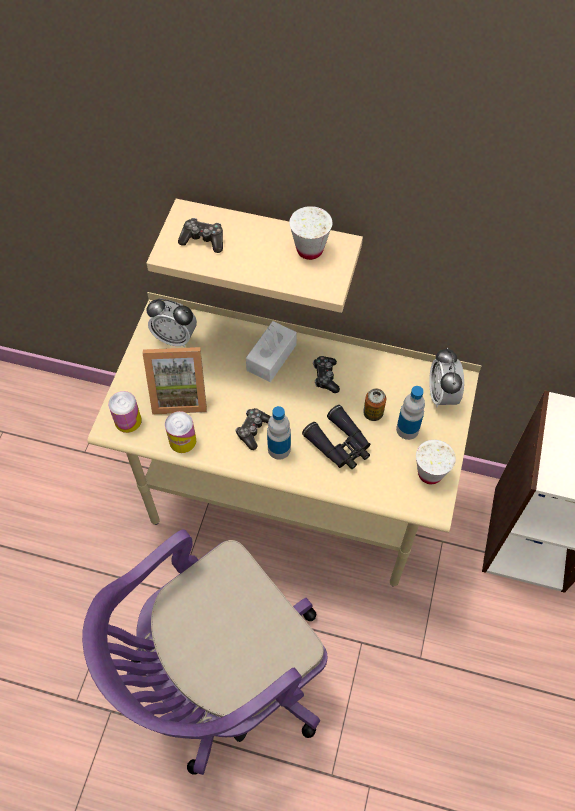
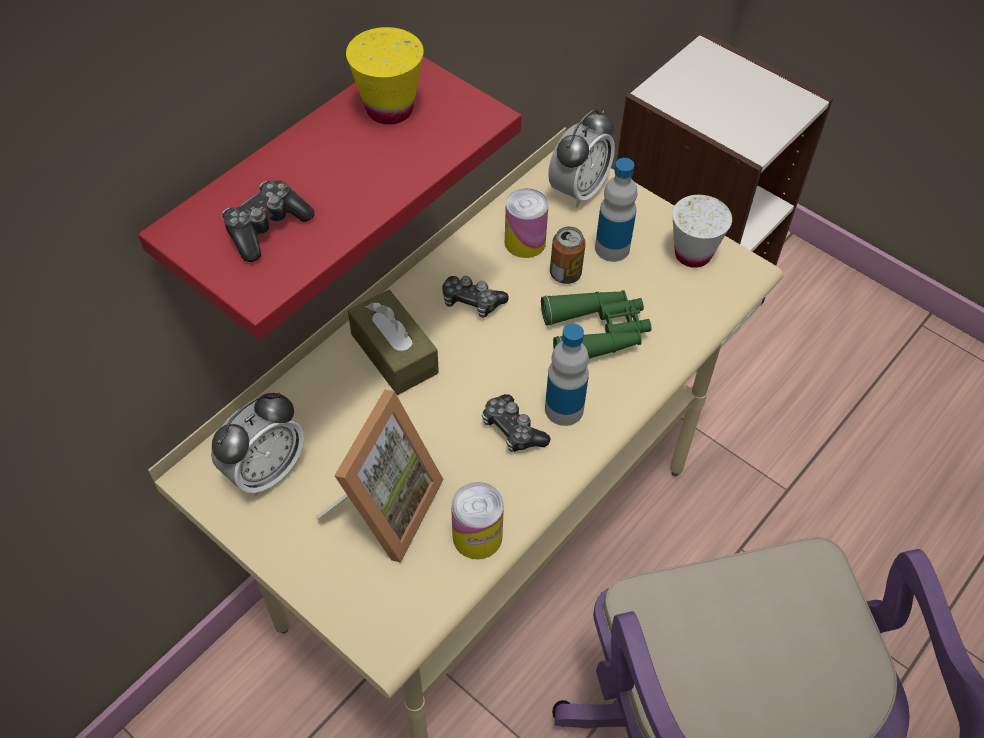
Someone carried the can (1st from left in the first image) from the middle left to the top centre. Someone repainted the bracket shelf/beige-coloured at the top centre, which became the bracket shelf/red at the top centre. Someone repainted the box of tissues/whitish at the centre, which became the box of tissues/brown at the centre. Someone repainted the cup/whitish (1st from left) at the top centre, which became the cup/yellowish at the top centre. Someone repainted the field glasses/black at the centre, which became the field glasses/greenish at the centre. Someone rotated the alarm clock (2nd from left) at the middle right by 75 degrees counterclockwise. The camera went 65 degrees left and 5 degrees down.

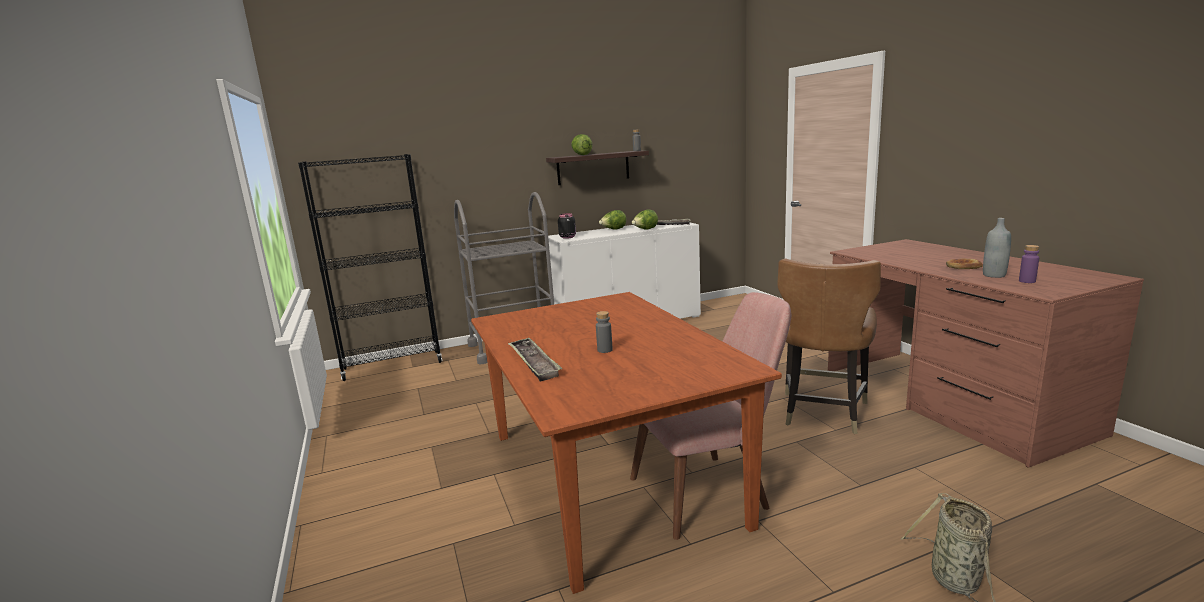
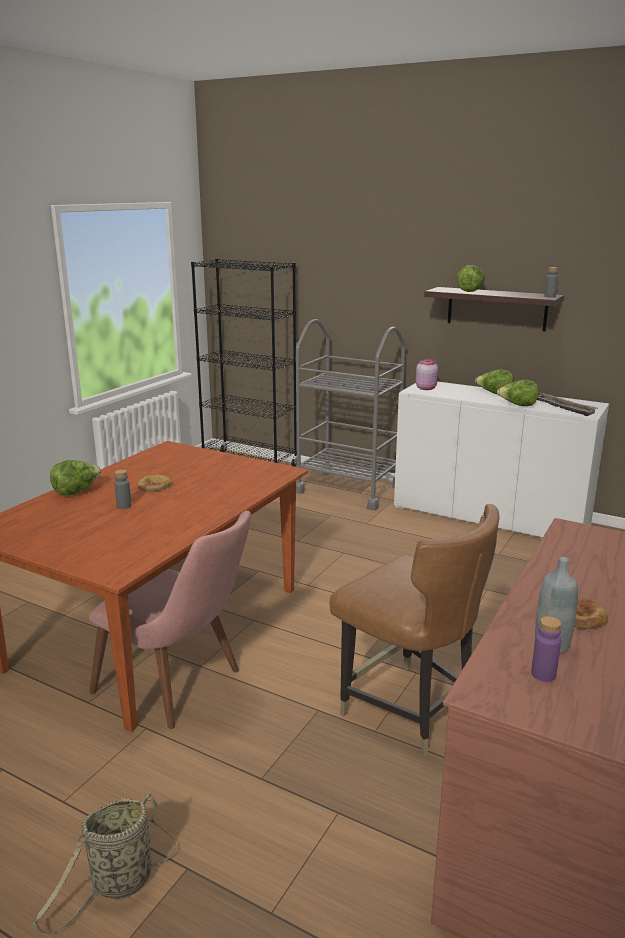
Someone swapped the serving tray (1st from left) at the centre for the lettuce head (1st from left) at the middle left. Someone repainted the jar/black at the centre, which became the jar/pink at the middle right. Someone rotated the upright chair/brown at the middle right by 120 degrees counterclockwise. Someone put down the bread (1st from left) at the middle left. The camera went 50 degrees right and 5 degrees up.

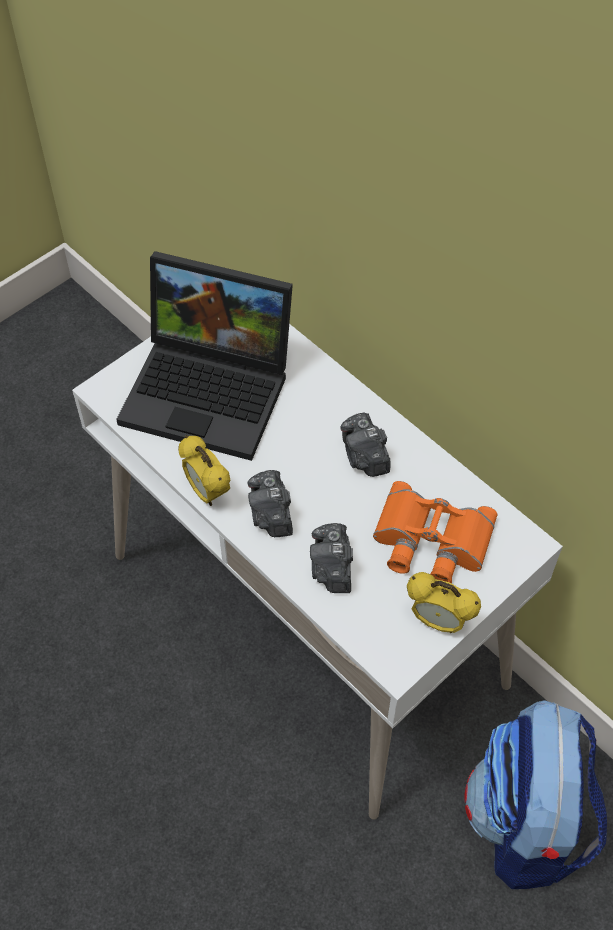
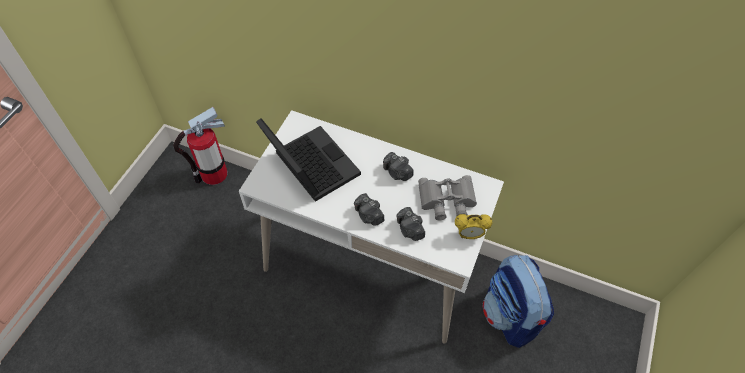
Someone rotated the notebook computer at the middle left by 120 degrees counterclockwise. Someone took away the alarm clock (1st from left) at the middle left. Someone repainted the field glasses/orangey at the middle right, which became the field glasses/gray at the centre. Someone put down the extinguisher at the middle left. The camera went 25 degrees left and 0 degrees up.

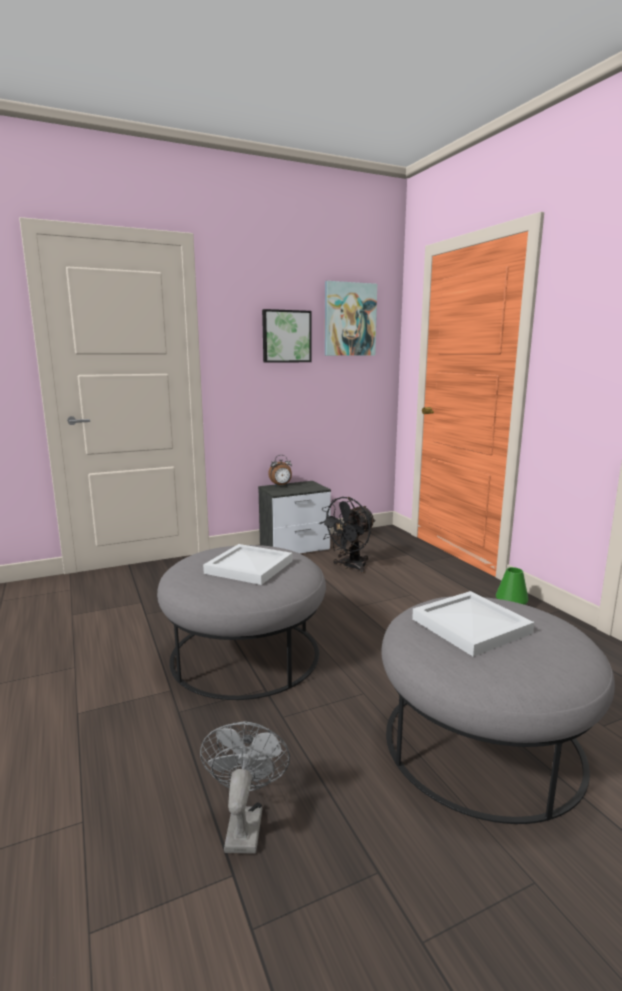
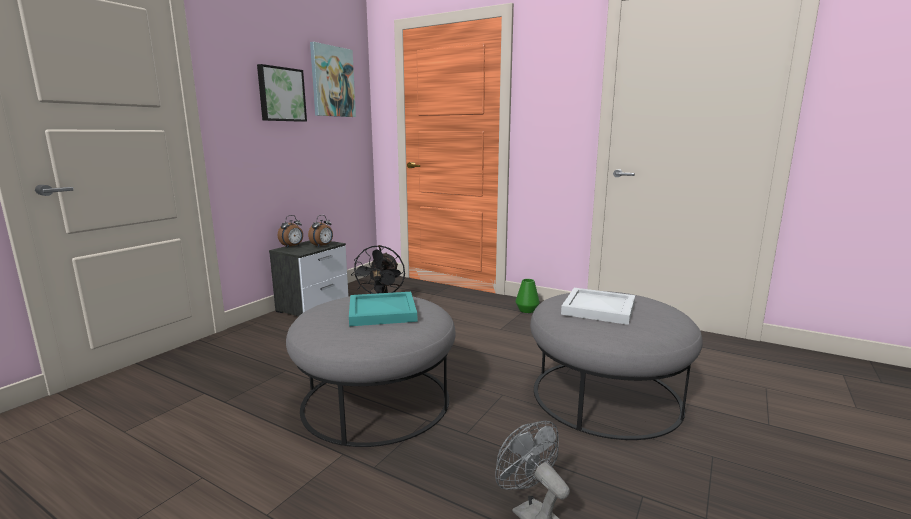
Someone repainted the serving tray/whitish (1st from left) at the centre, which became the serving tray/turquoise at the centre. Someone put down the alarm clock (2nd from left) at the centre. The camera went 35 degrees left and 0 degrees up.

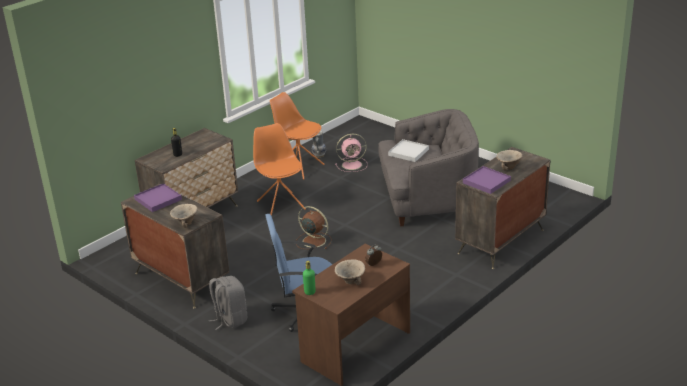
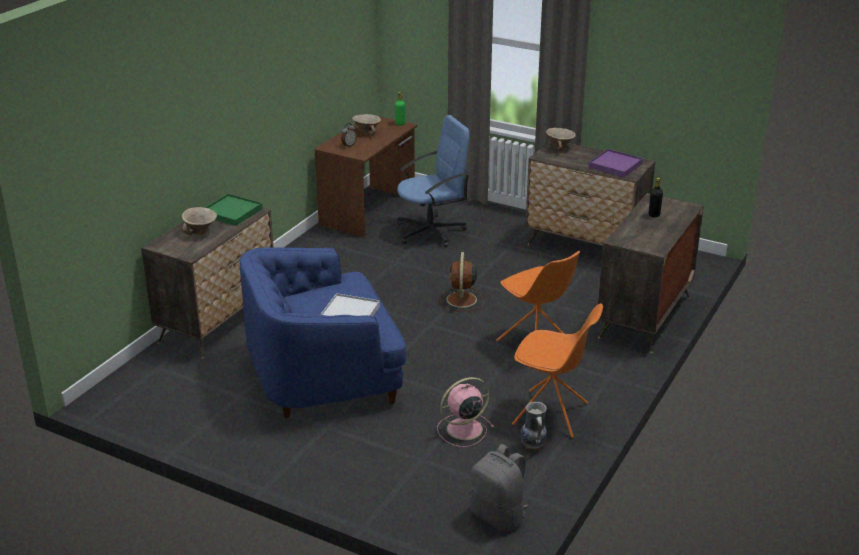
Someone carried the knapsack/gray from the bottom left to the bottom centre. Someone rotated the fan/brown at the centre by 75 degrees clockwise. Someone repainted the armchair/gray at the centre, which became the armchair/bluish at the centre. Someone repainted the serving tray/purple-coloured (2nd from left) at the middle right, which became the serving tray/greenish at the middle left. The camera went 165 degrees right and 0 degrees up.

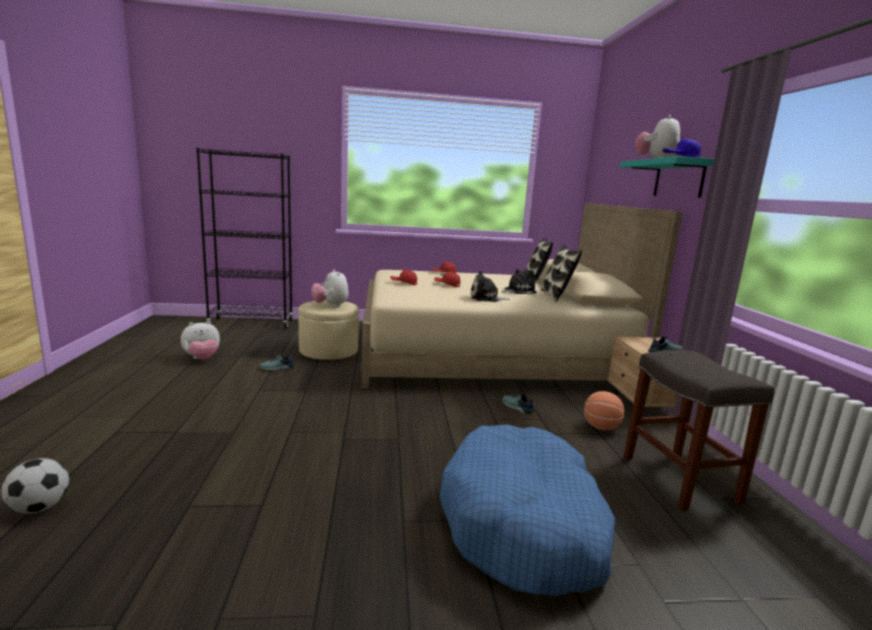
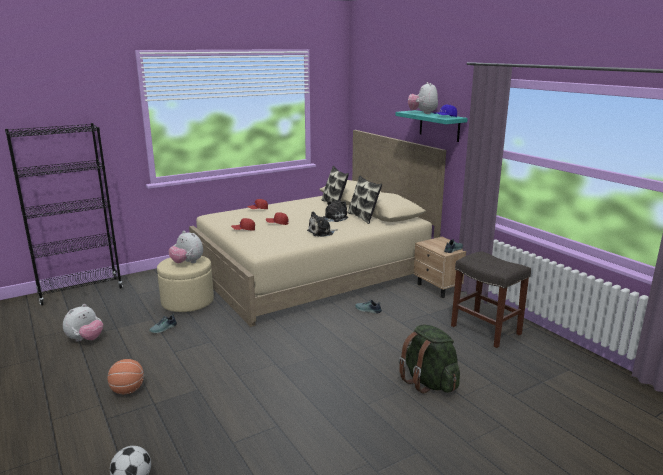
Someone swapped the dog bed/bluish at the bottom centre for the knapsack/greenish at the bottom centre. Someone carried the ball for basketball from the middle right to the bottom left. The camera went 25 degrees left and 5 degrees up.

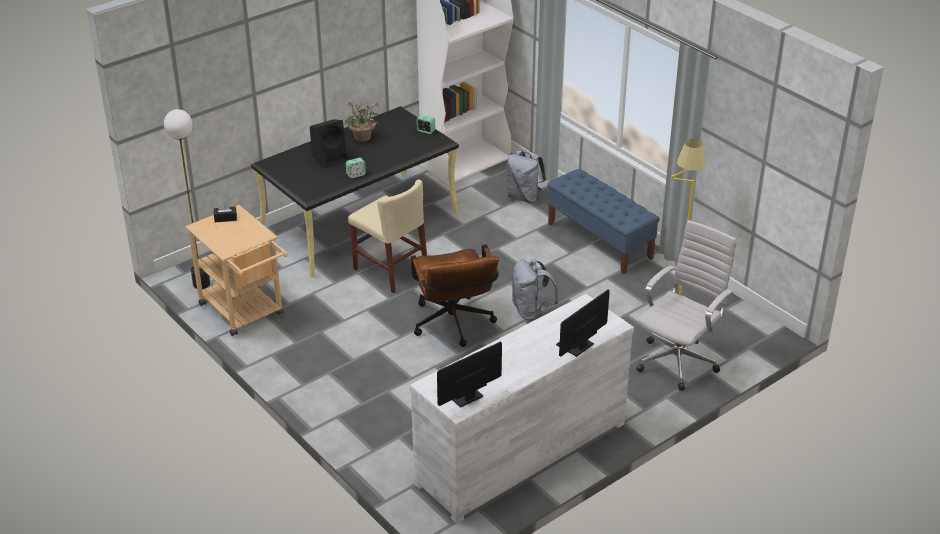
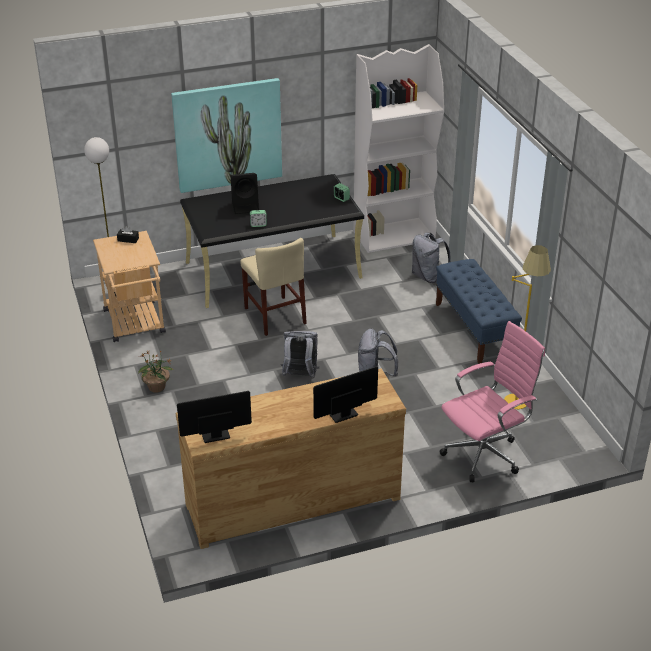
Someone carried the houseplant from the top centre to the middle left. Someone repainted the drawer chest/whitish at the bottom centre, which became the drawer chest/brown at the bottom centre. Someone swapped the desk chair/brown at the centre for the knapsack/gray (1st from left) at the centre. Someone repainted the desk chair/whitish at the middle right, which became the desk chair/pink at the middle right. Someone put up the wall art at the top centre. The camera went 20 degrees right and 0 degrees up.

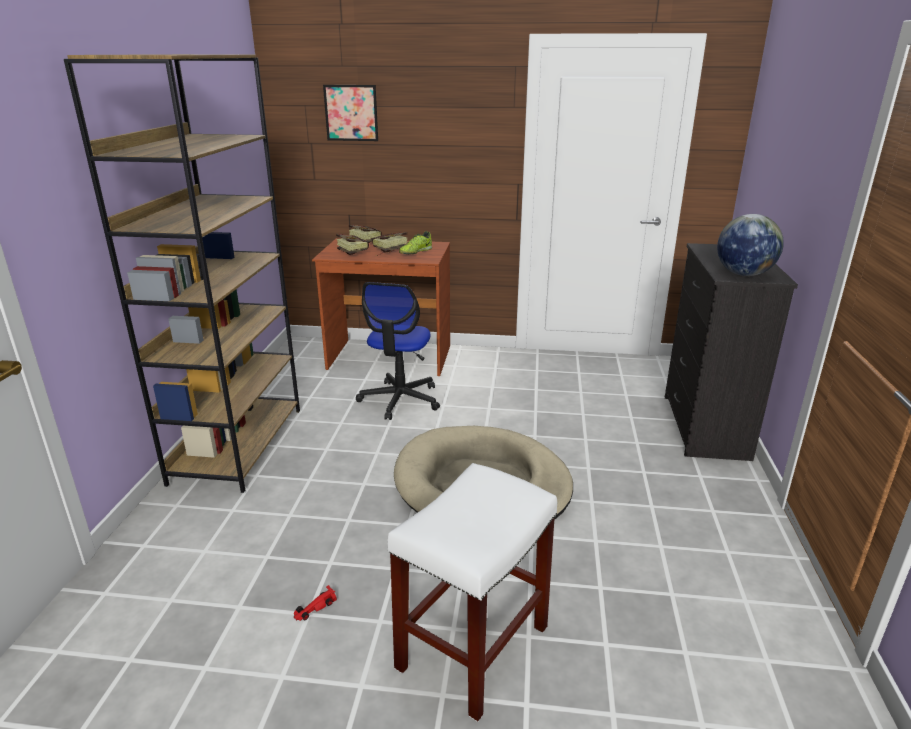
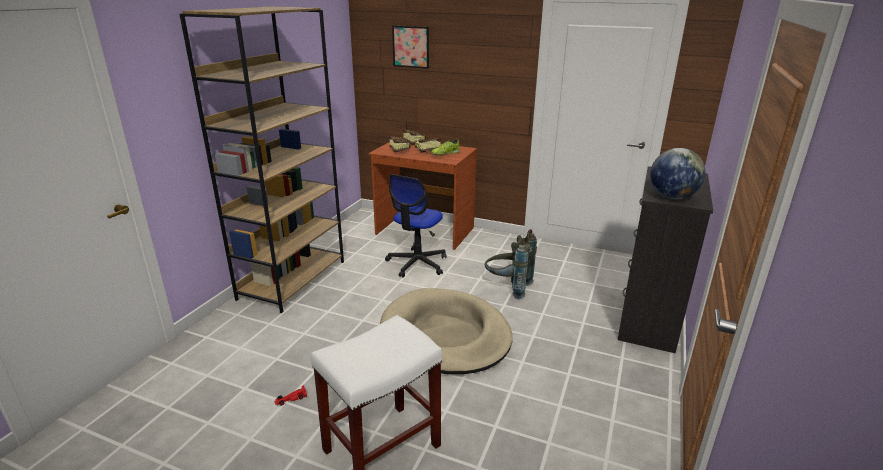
Someone put down the knapsack/gray at the centre. The camera went 15 degrees right and 0 degrees up.

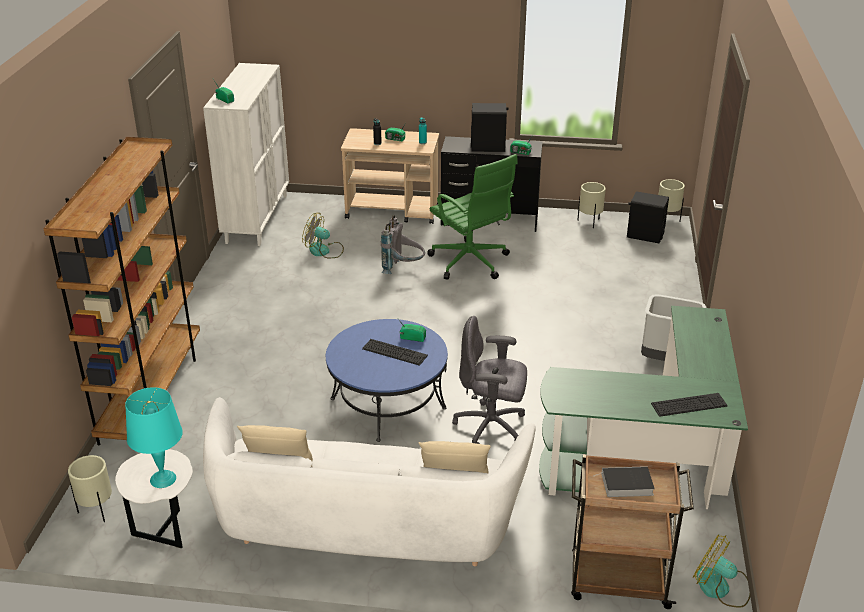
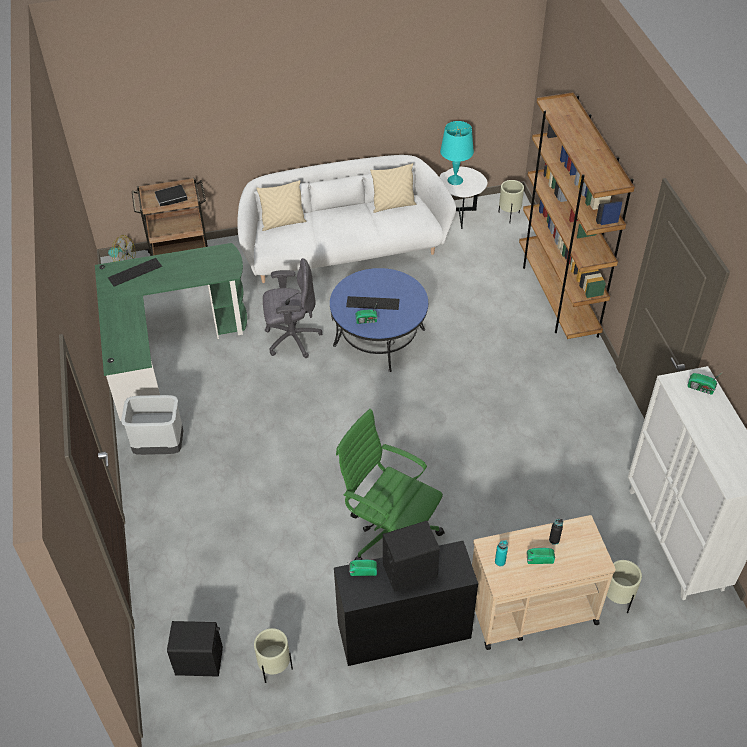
Someone took away the fan (1st from left) at the centre. Someone took away the knapsack/gray at the centre. Someone carried the flower pot/beige-coloured (3rd from left) from the top right to the bottom right. The camera went 160 degrees right and 15 degrees up.

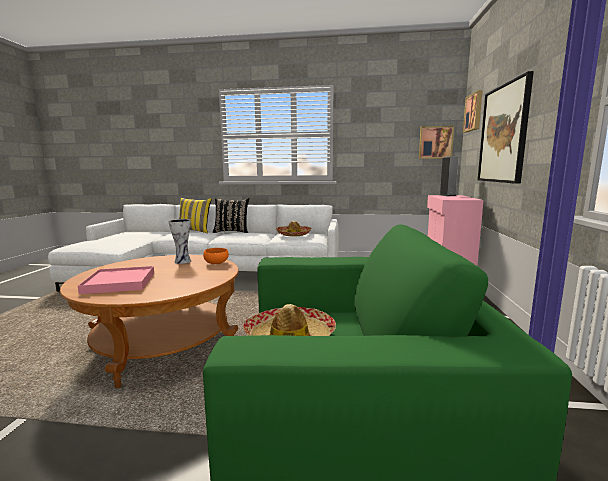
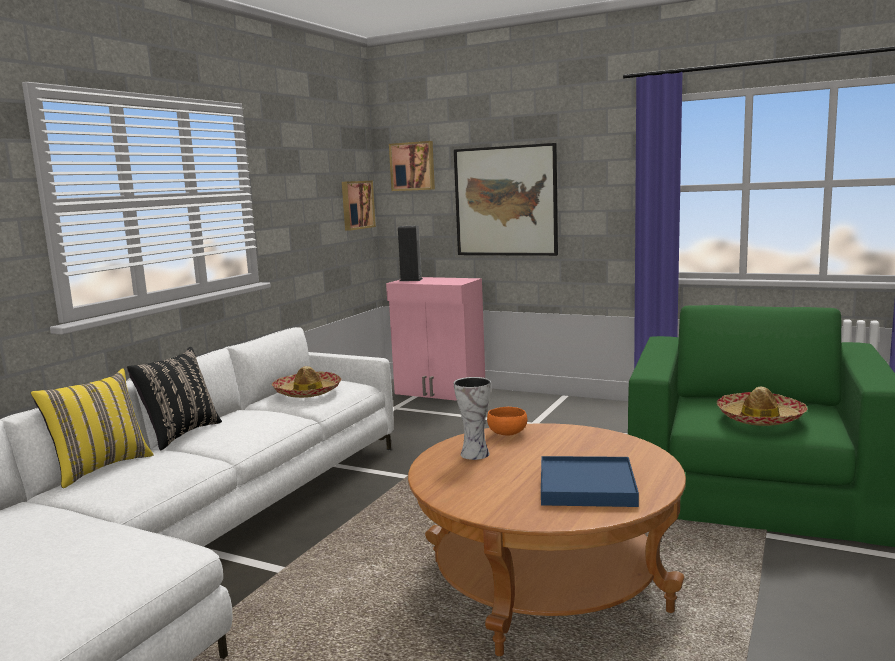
Someone repainted the serving tray/pink at the middle left, which became the serving tray/bluish at the bottom centre. The camera went 70 degrees left and 0 degrees up.

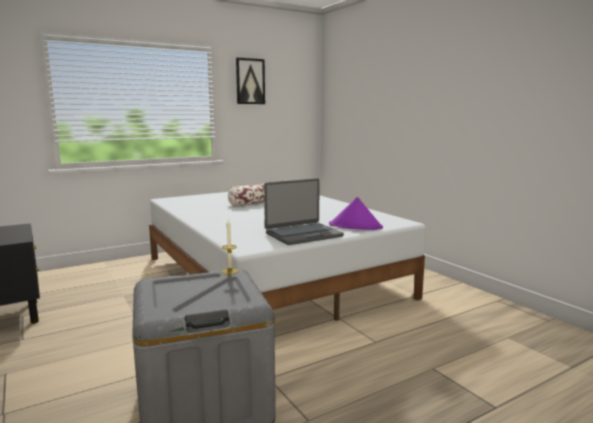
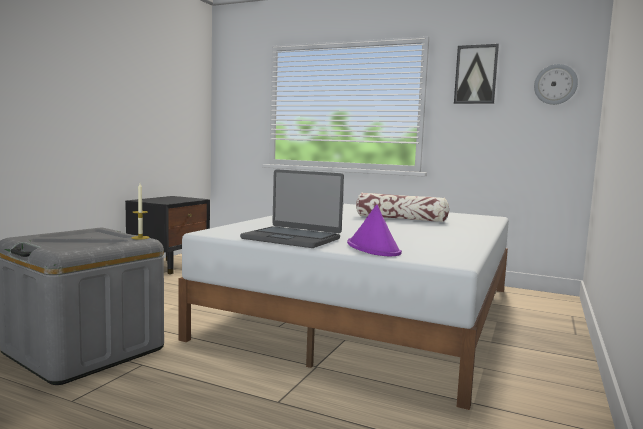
Someone put up the hanging clock at the top right. The camera went 55 degrees right and 5 degrees down.

